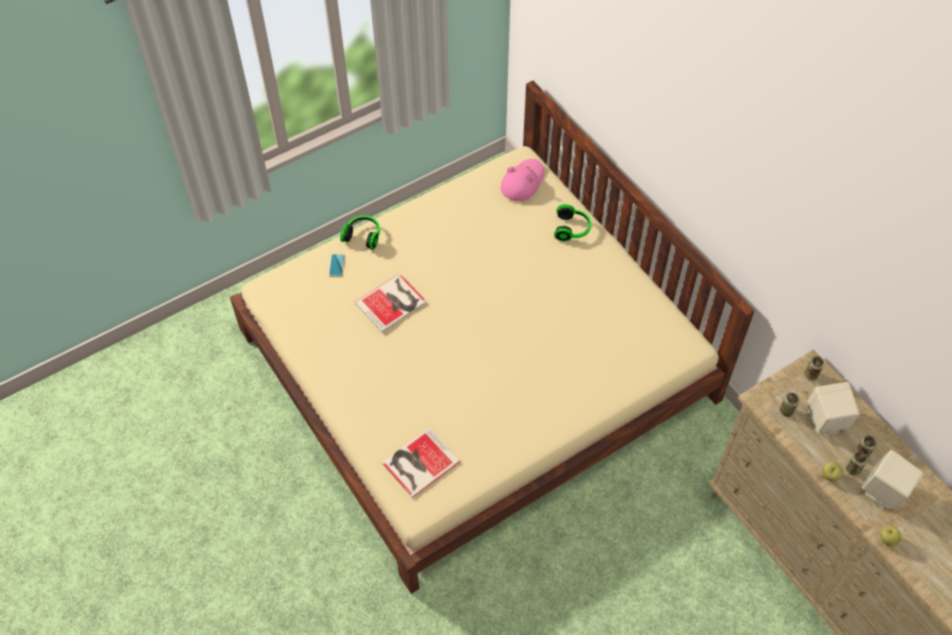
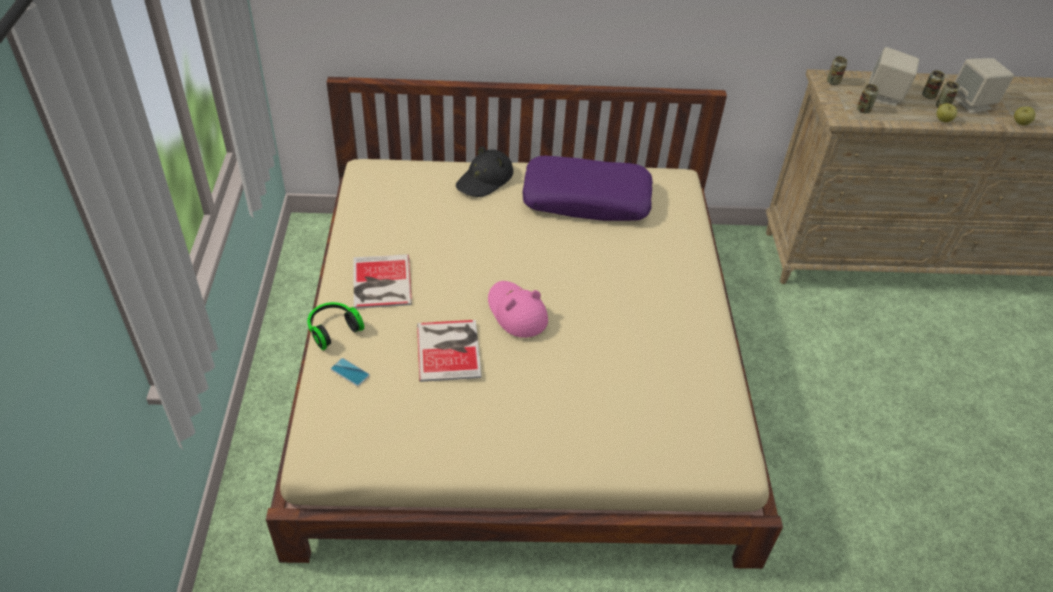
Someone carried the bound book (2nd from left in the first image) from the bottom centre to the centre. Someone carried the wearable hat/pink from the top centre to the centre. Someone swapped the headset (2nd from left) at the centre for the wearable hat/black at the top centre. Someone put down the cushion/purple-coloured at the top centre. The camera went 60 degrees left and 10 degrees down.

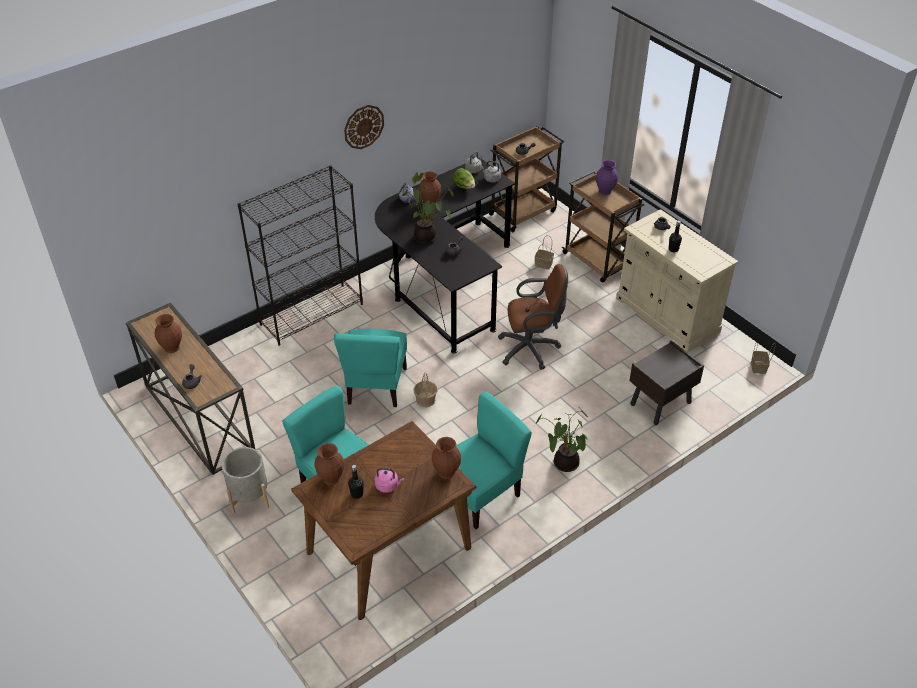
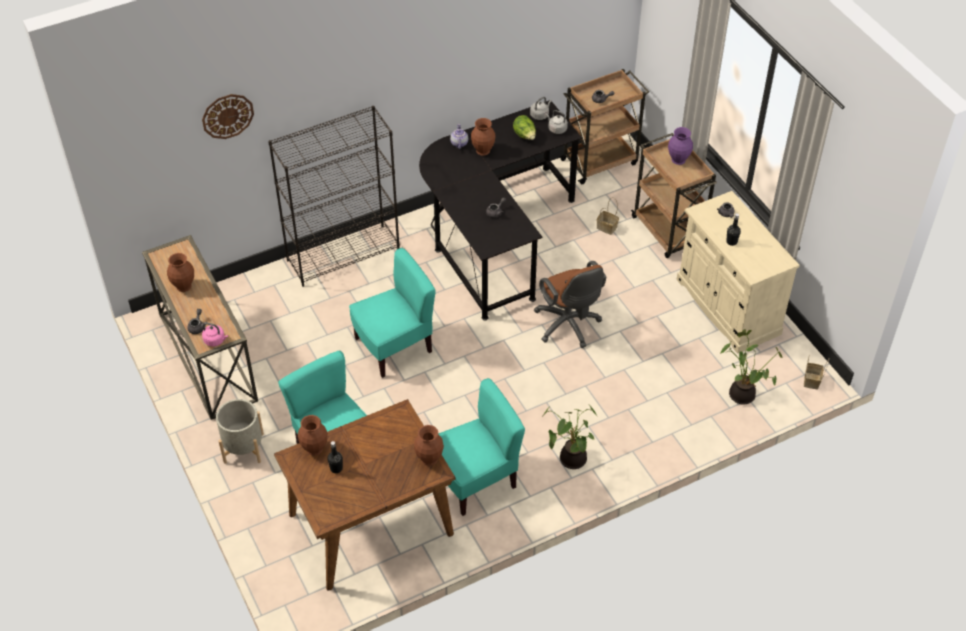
Someone rotated the upright chair/turquoise (2nd from left) at the centre by 135 degrees counterclockwise. Someone carried the hanging clock from the top centre to the top left. Someone carried the tea kettle/pink from the bottom centre to the middle left. Someone carried the houseplant (1st from left in the first image) from the top centre to the middle right. Someone took away the household basket (1st from left) at the centre. Someone rotated the desk chair/brown at the centre by 60 degrees clockwise. Someone took away the nightstand/brown at the middle right. The camera went 10 degrees right and 5 degrees up.

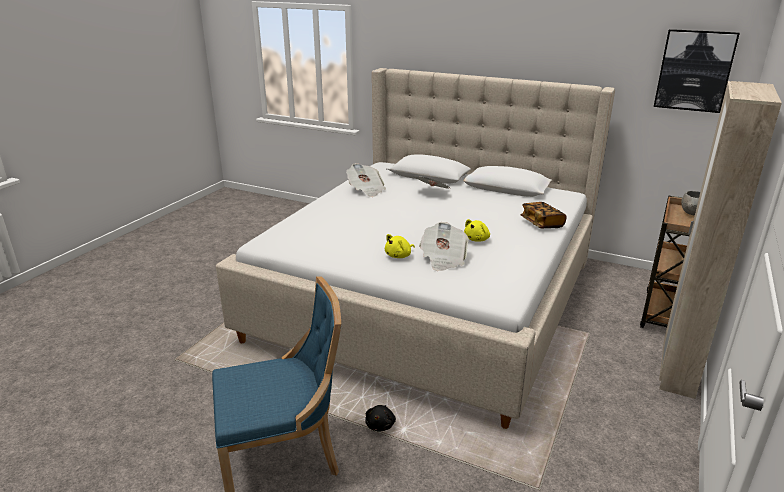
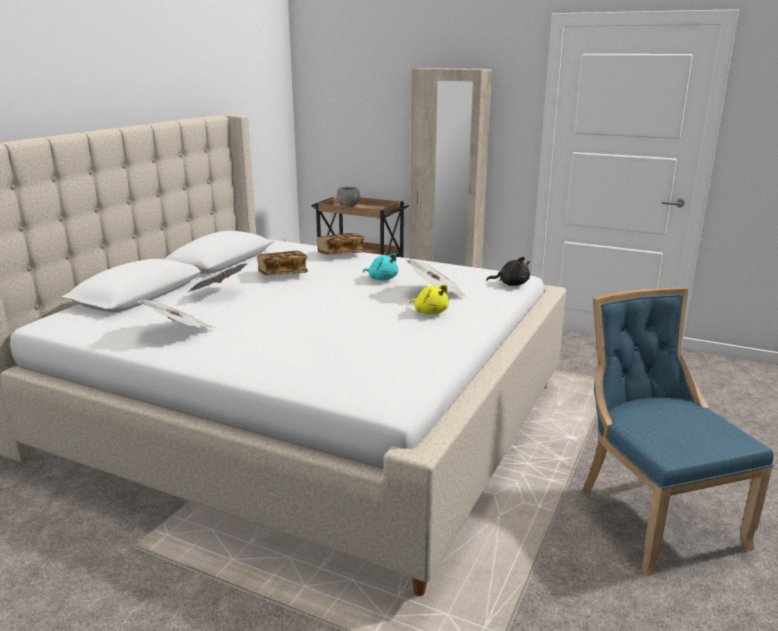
Someone carried the cuddly toy/black from the bottom centre to the centre. Someone repainted the cuddly toy/yellowish (2nd from left) at the centre, which became the cuddly toy/turquoise at the centre. Someone took away the wall art at the top right. Someone put down the bound book (1st from left) at the centre. The camera went 90 degrees left and 5 degrees down.

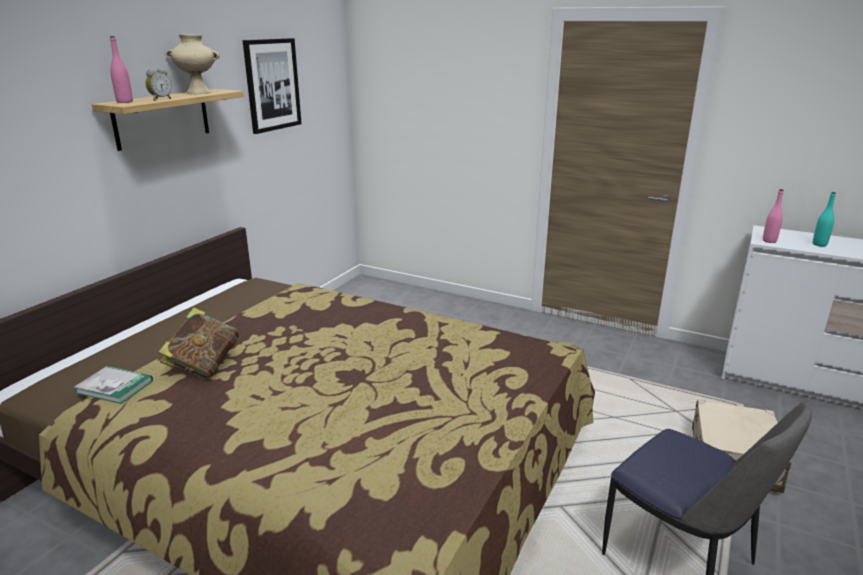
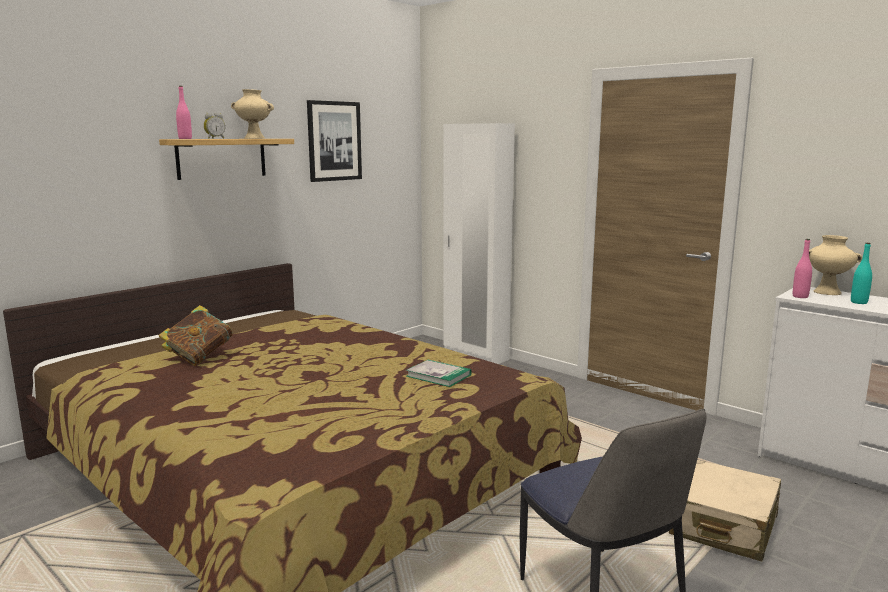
Someone carried the bound book (1st from left in the first image) from the bottom left to the centre. Someone put down the armoire/whitish at the centre. Someone put down the decorative vase/beige-coloured (2nd from left) at the middle right. The camera went 15 degrees right and 10 degrees down.

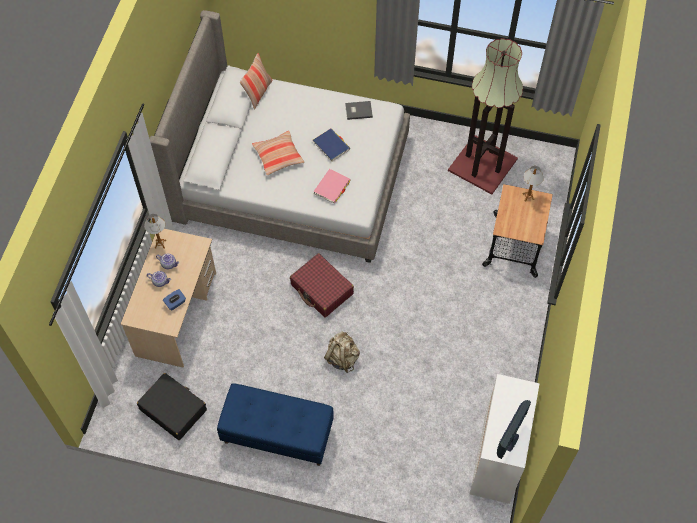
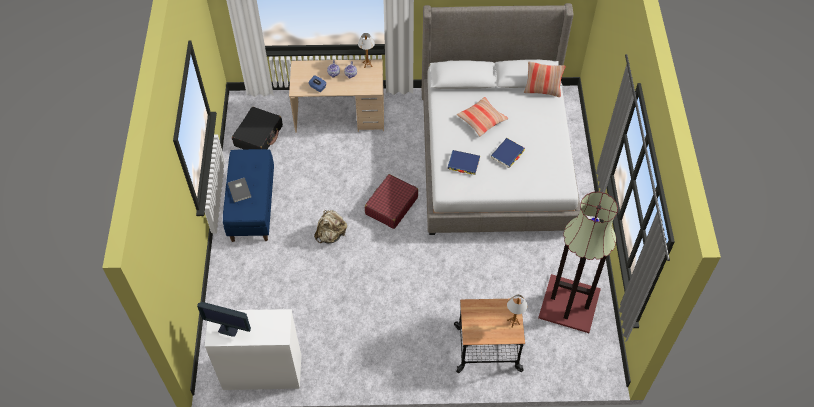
Someone repainted the bound book/pink at the centre, which became the bound book/bluish (1st from left) at the centre. Someone carried the bound book/gray from the top centre to the middle left. The camera went 75 degrees right and 5 degrees down.

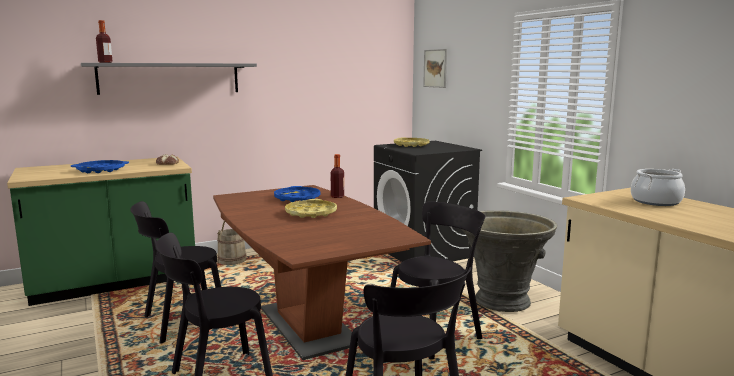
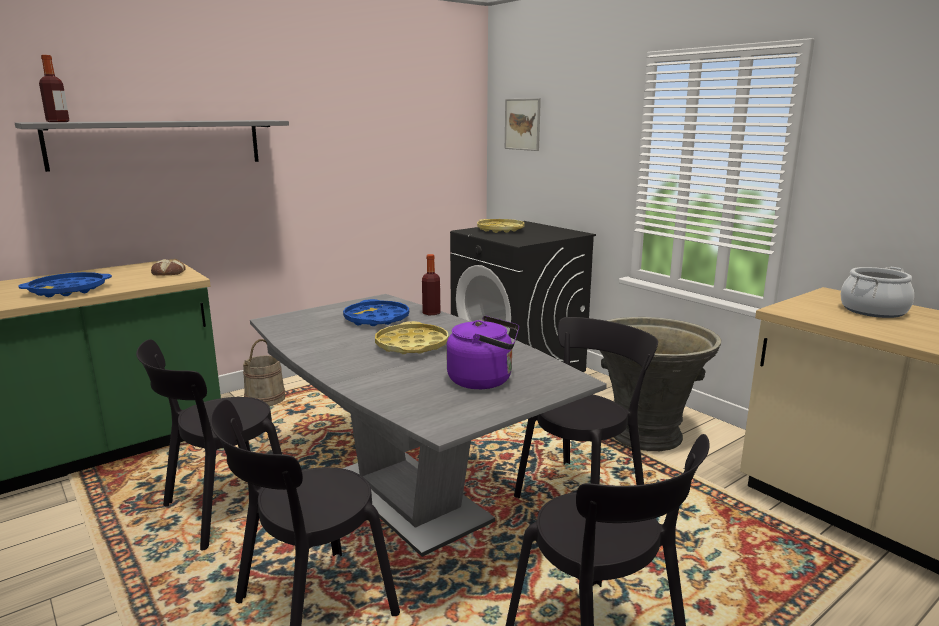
Someone repainted the kitchen table/brown at the bottom centre, which became the kitchen table/gray at the bottom centre. Someone put down the tea kettle/purple-coloured at the centre. The camera went 10 degrees left and 5 degrees up.

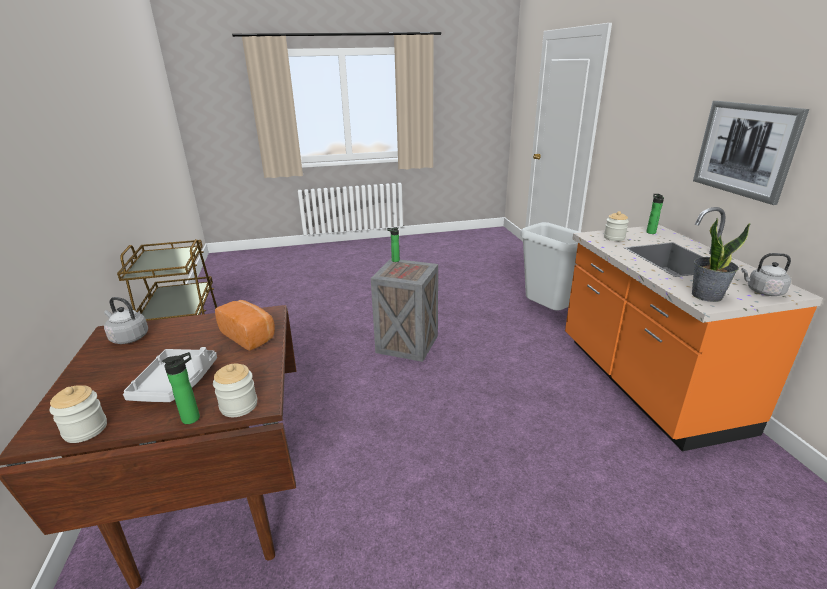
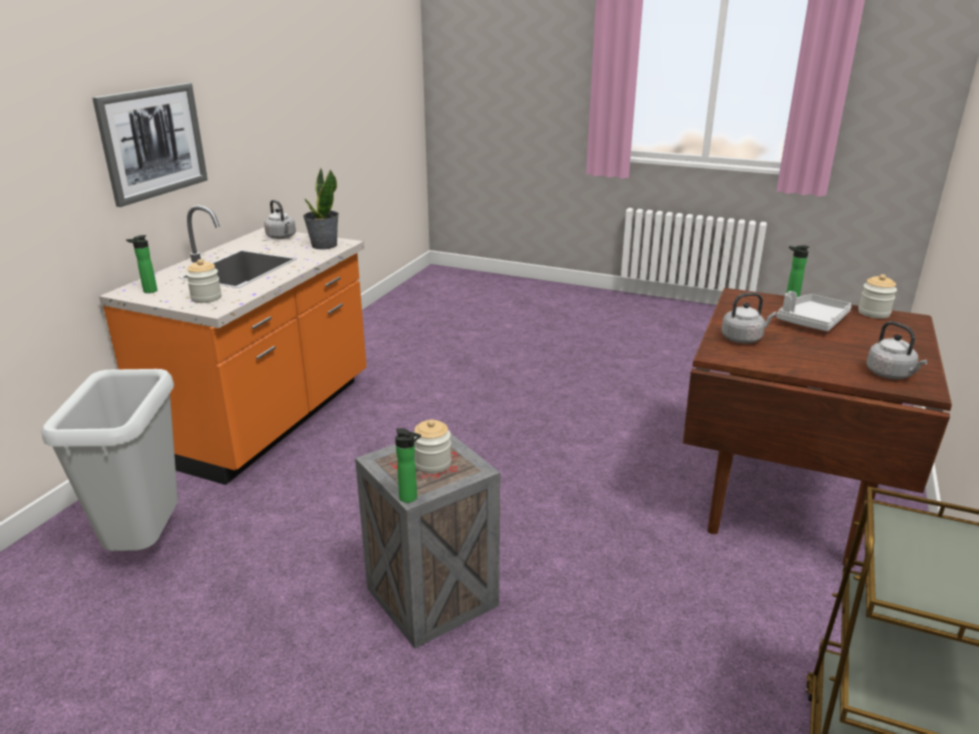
Someone carried the jar (2nd from left) from the middle left to the centre. Someone swapped the bread at the middle left for the tea kettle/gray (2nd from left) at the middle right. The camera went 145 degrees left and 0 degrees up.

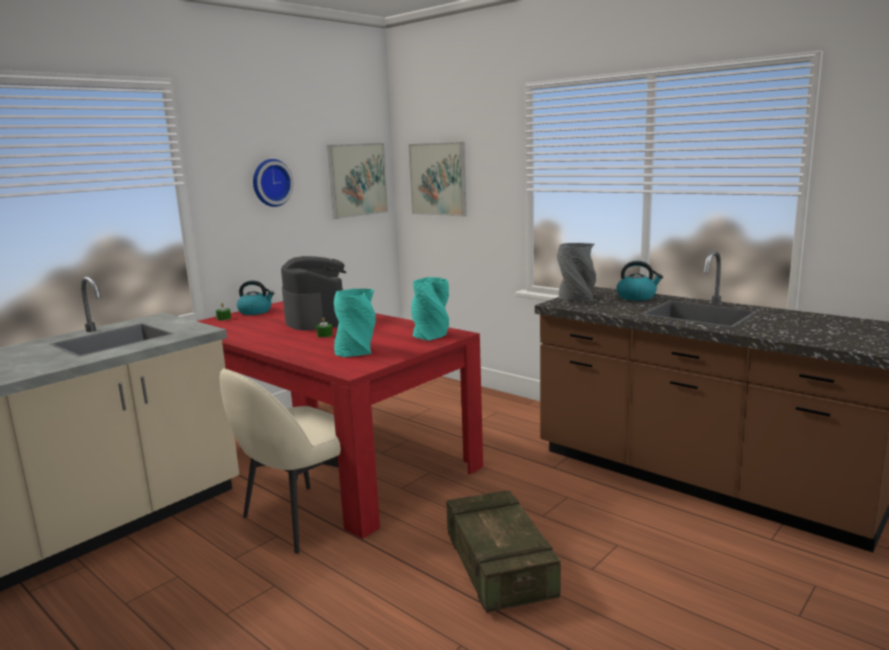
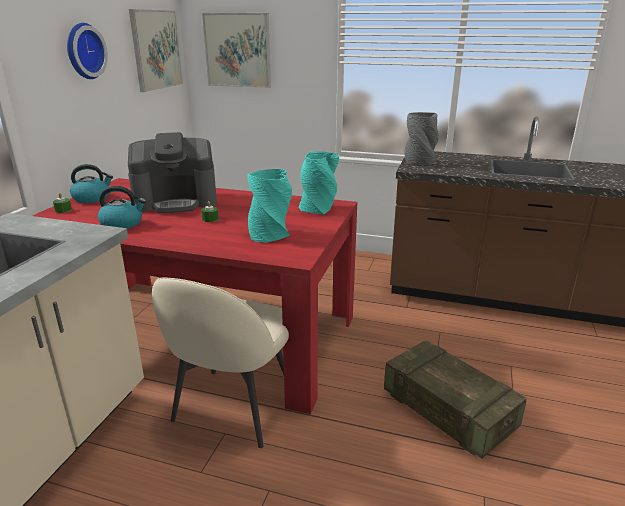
Someone rotated the coffee brewer at the centre by 120 degrees clockwise. Someone carried the tea kettle (2nd from left) from the middle right to the middle left. The camera went 25 degrees left and 10 degrees up.

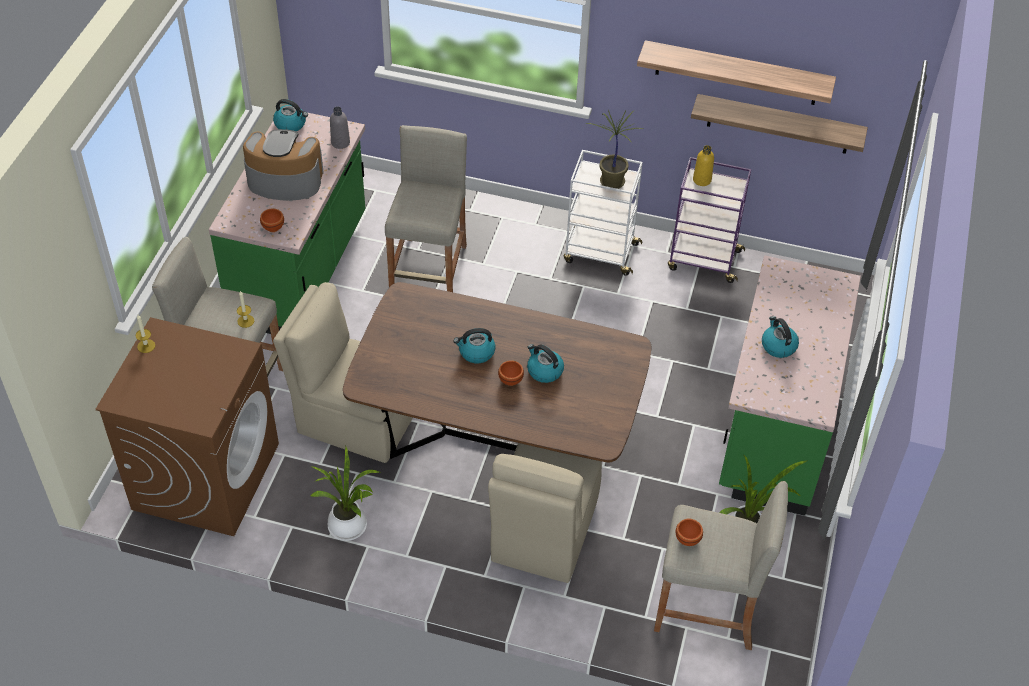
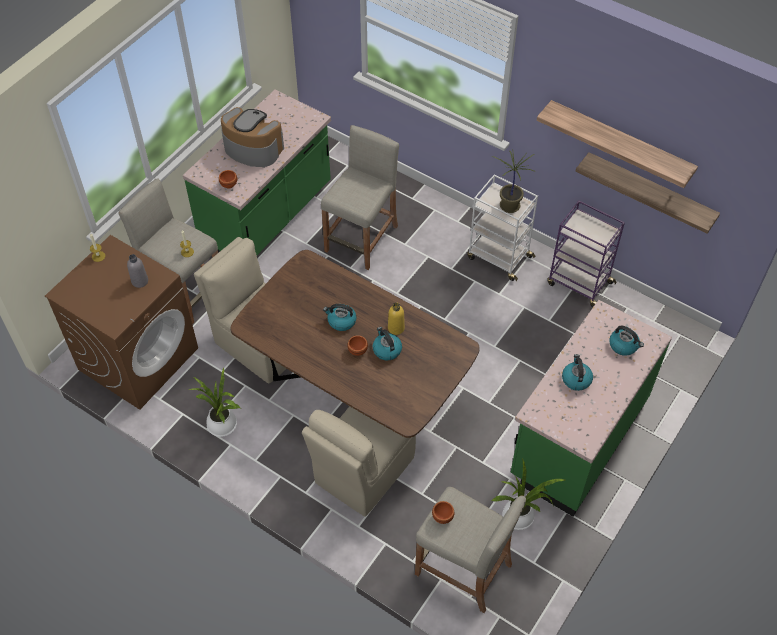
Someone carried the tea kettle (1st from left in the first image) from the top left to the middle right. Someone carried the beverage bottle/gray from the top left to the middle left. Someone carried the beverage bottle/yellowish from the top right to the centre. The camera went 20 degrees right and 5 degrees up.

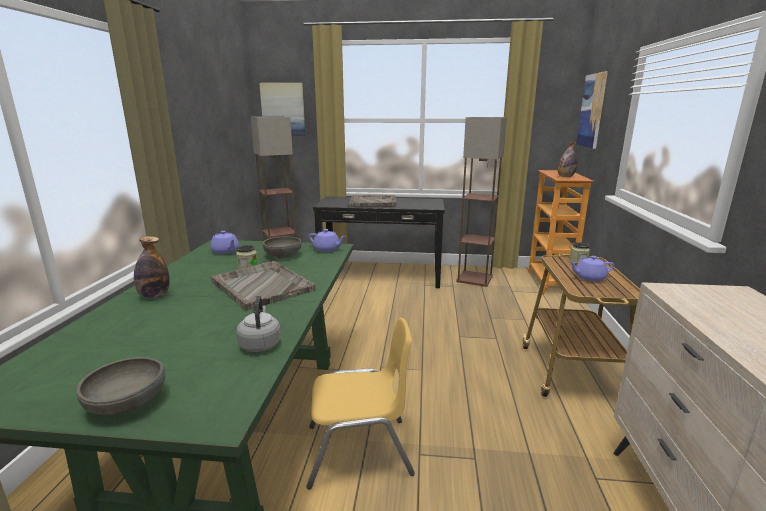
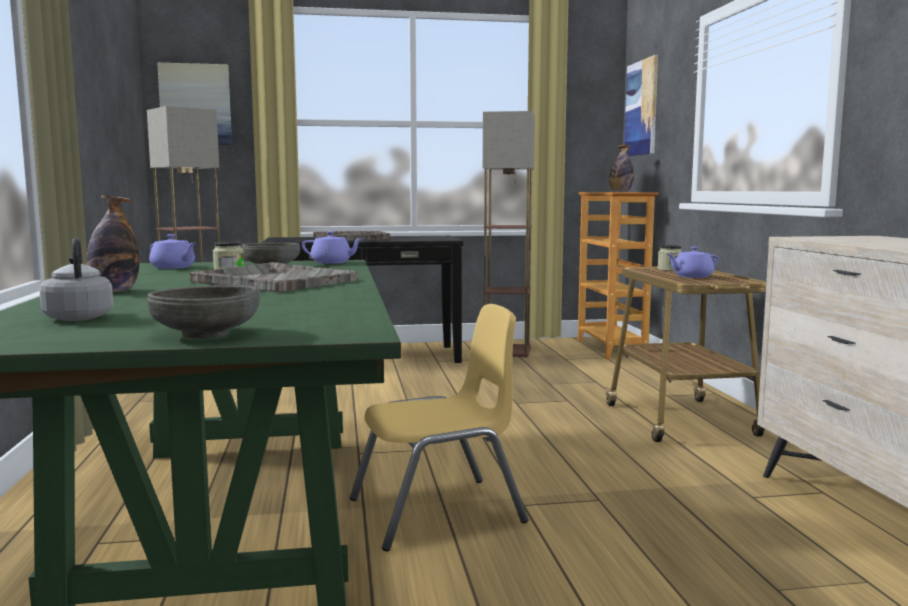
Someone carried the tea kettle/gray from the centre to the middle left. The camera went 15 degrees left and 10 degrees down.

